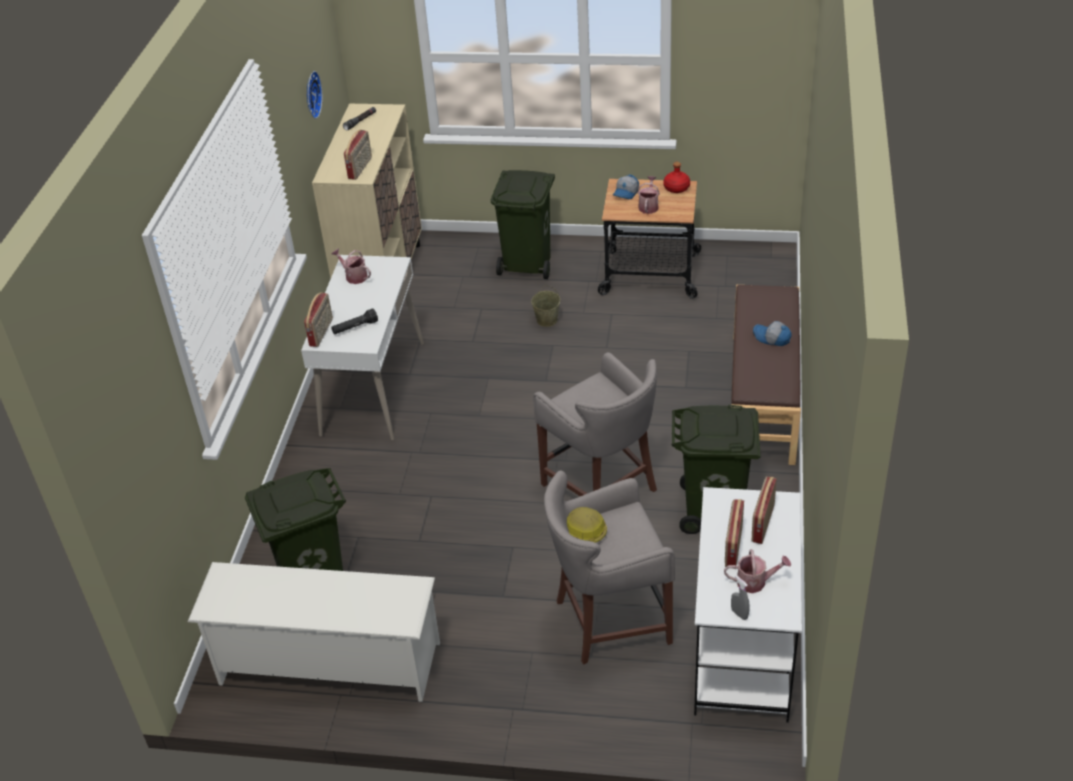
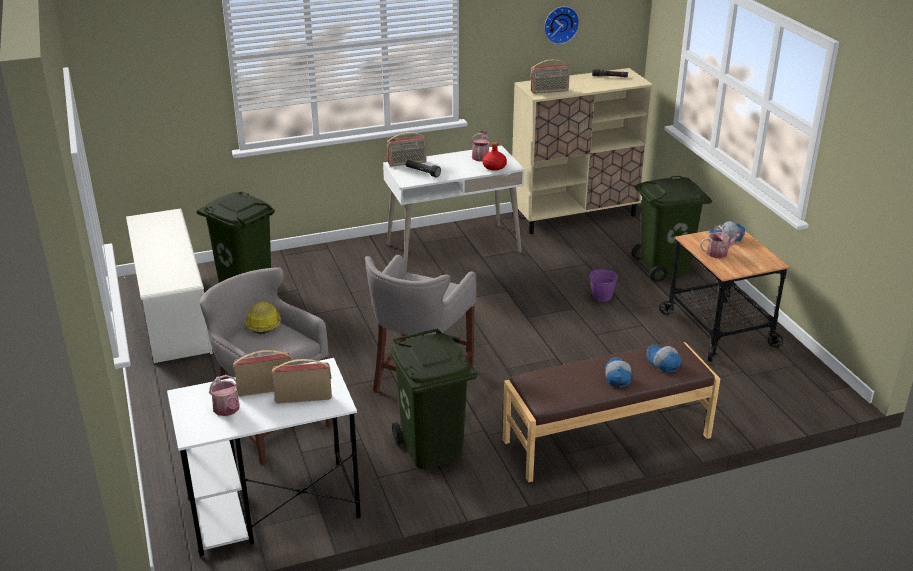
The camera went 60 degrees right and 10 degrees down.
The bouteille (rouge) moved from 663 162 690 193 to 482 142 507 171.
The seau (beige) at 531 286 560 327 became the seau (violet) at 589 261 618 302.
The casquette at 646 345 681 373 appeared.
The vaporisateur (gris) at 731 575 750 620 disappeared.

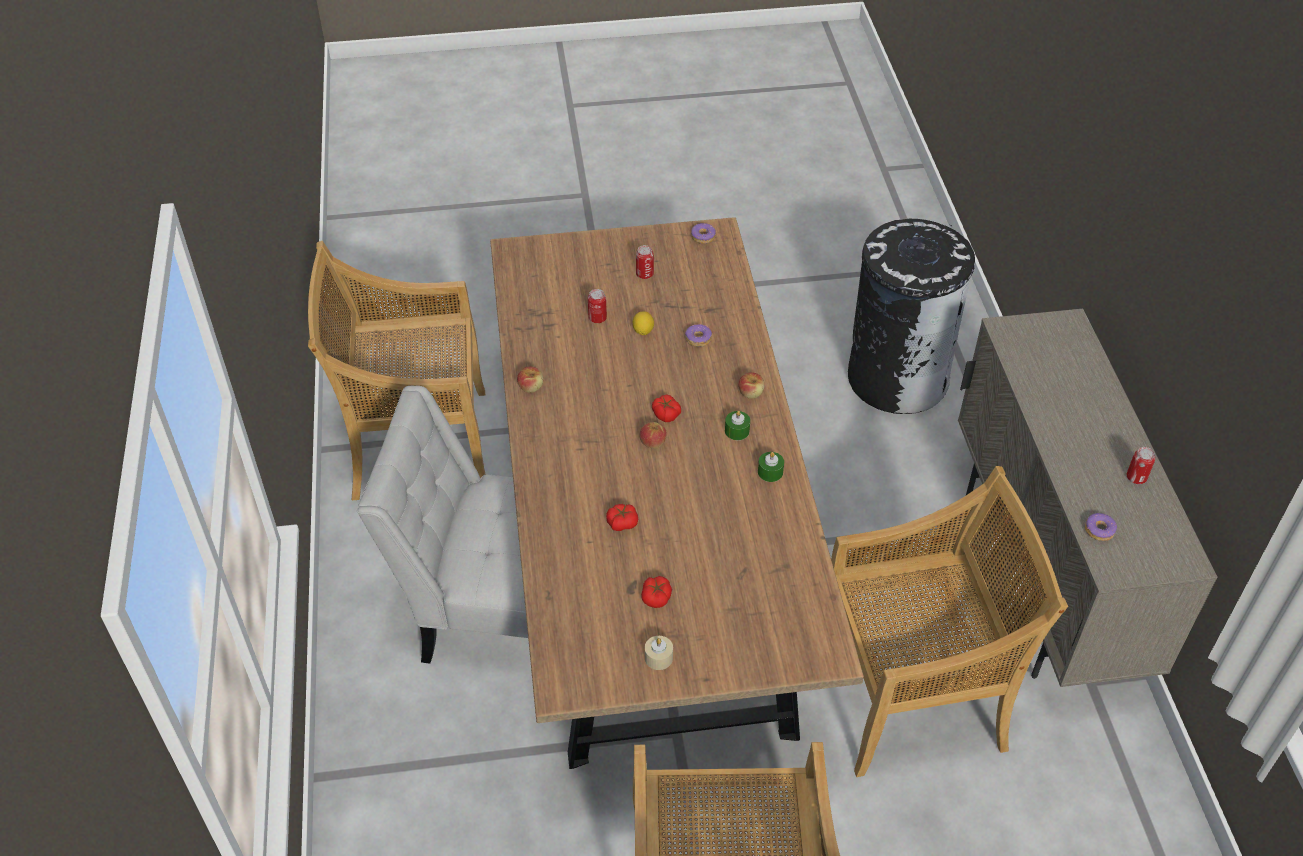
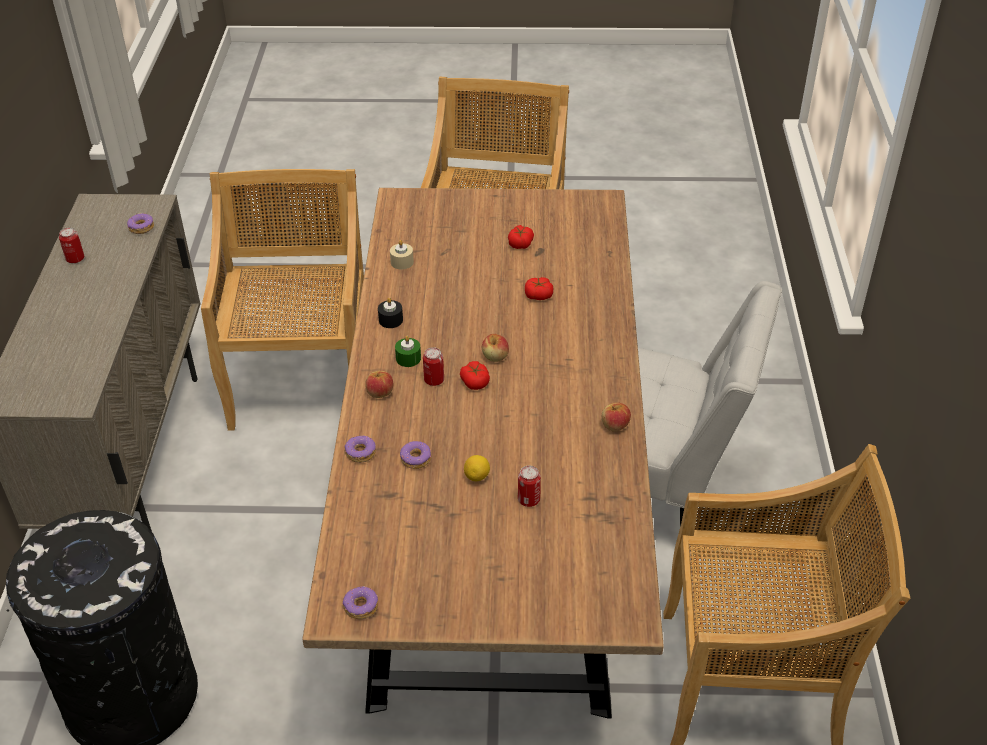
The camera went 170 degrees left and 5 degrees down.
The chaise (beige) at 831 466 1068 777 turned 90 degrees clockwise.
The beignet at 344 435 376 463 appeared.
The bougie (vert) at 758 452 784 482 became the bougie (noir) at 378 298 403 328.
The bougie (beige) moved from 645 636 673 670 to 390 240 414 270.
The boîte métallique moved from 636 245 654 279 to 423 347 444 386.

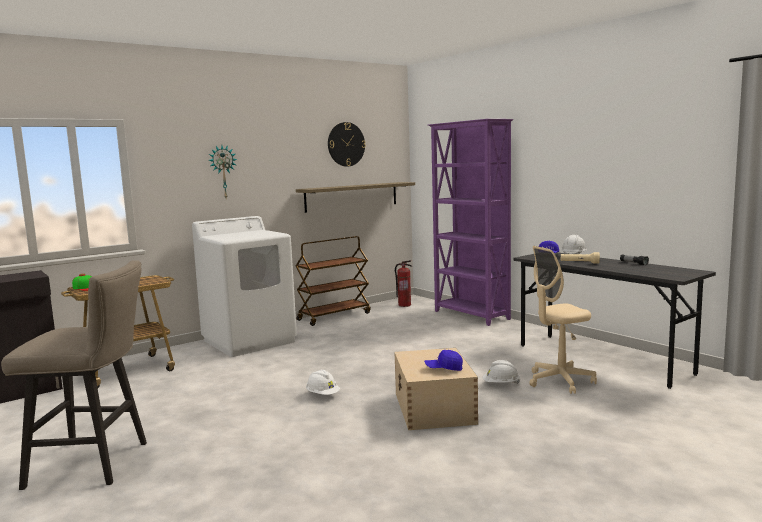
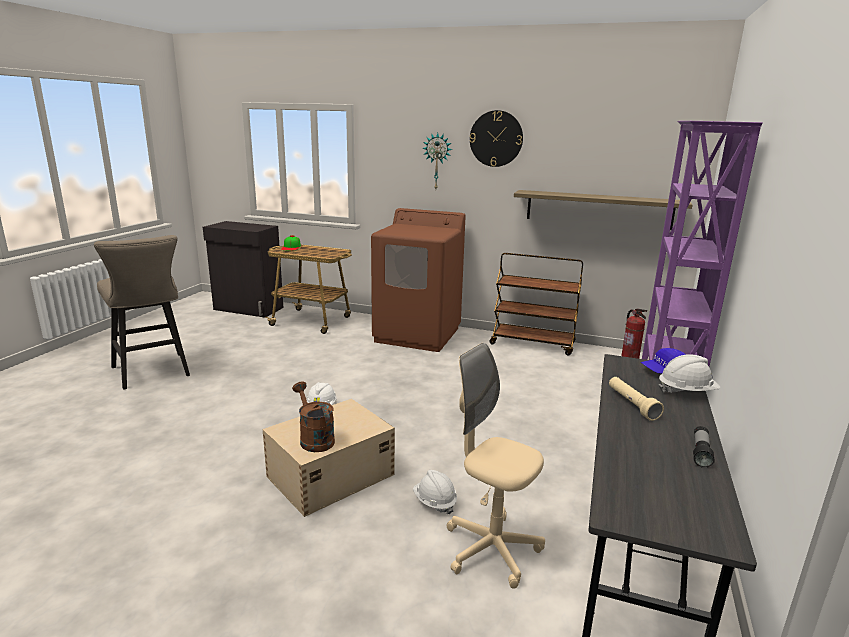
The camera went 55 degrees right and 10 degrees up.
The casquette (bleu) at 424 350 463 371 was replaced by the arrosoir (marron) at 292 382 335 452.
The lave-linge (blanc) at 192 216 297 357 became the lave-linge (marron) at 371 208 466 352.
The horloge murale moved from 328 122 366 167 to 470 110 523 167.

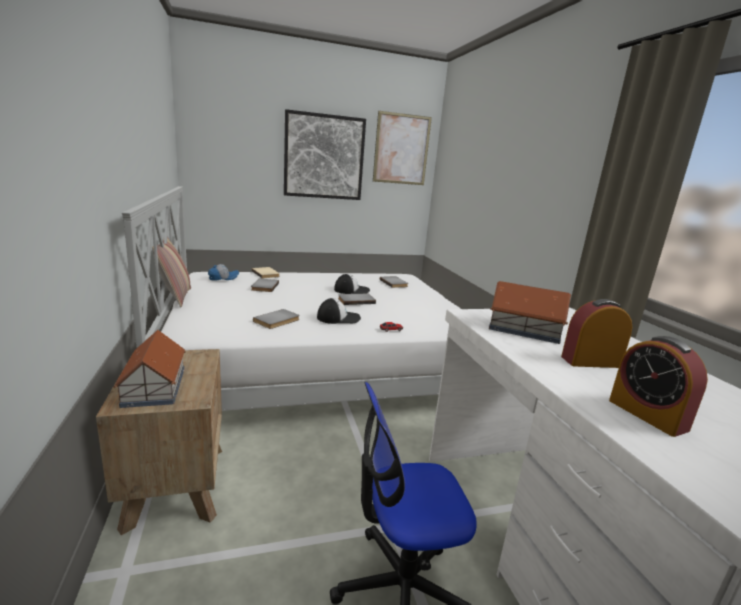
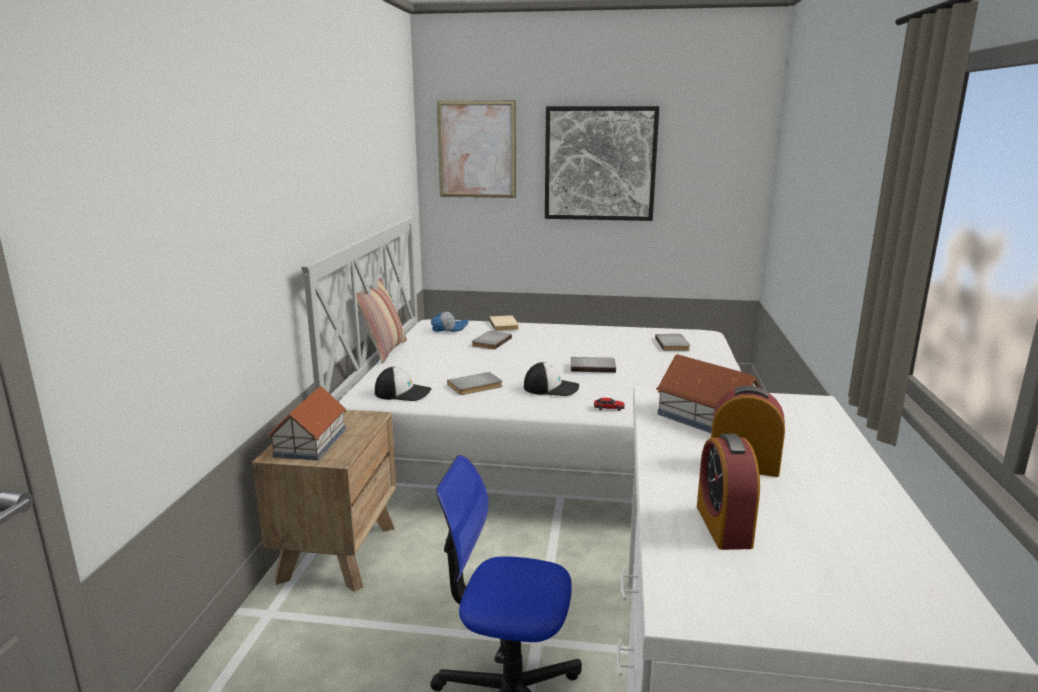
The camera went 25 degrees right and 0 degrees up.
The casquette moved from 334 274 370 294 to 375 367 432 401.
The tableau moved from 373 111 432 185 to 437 101 516 198.

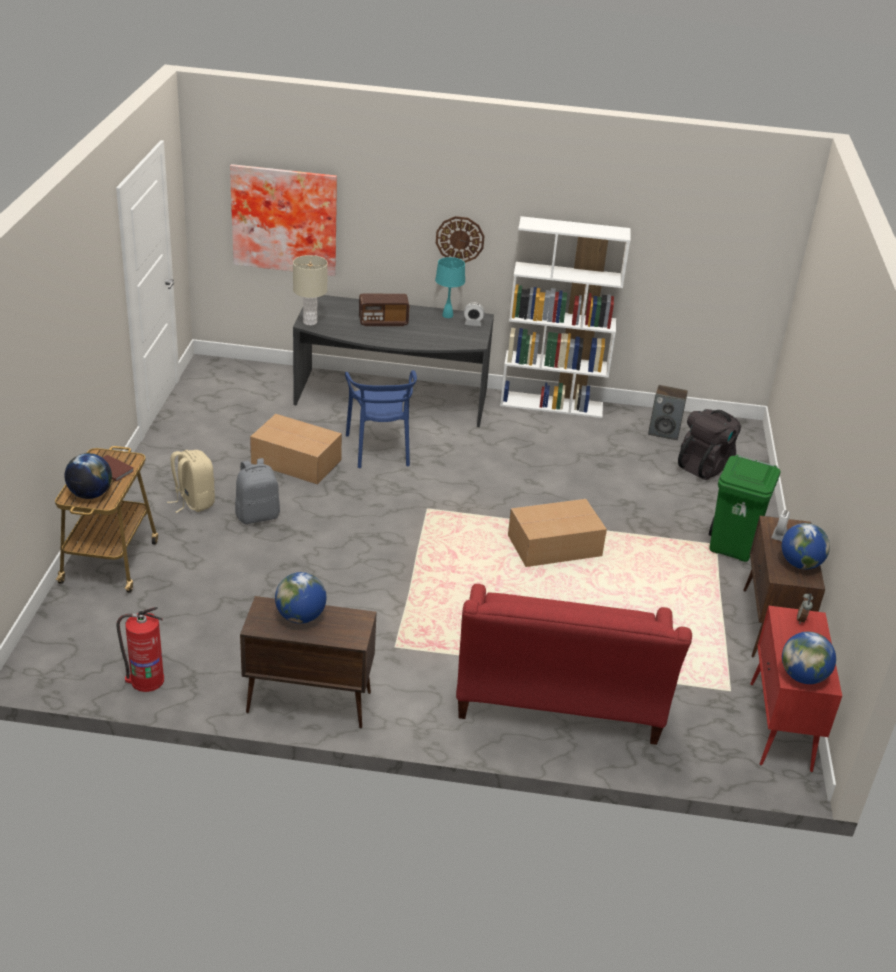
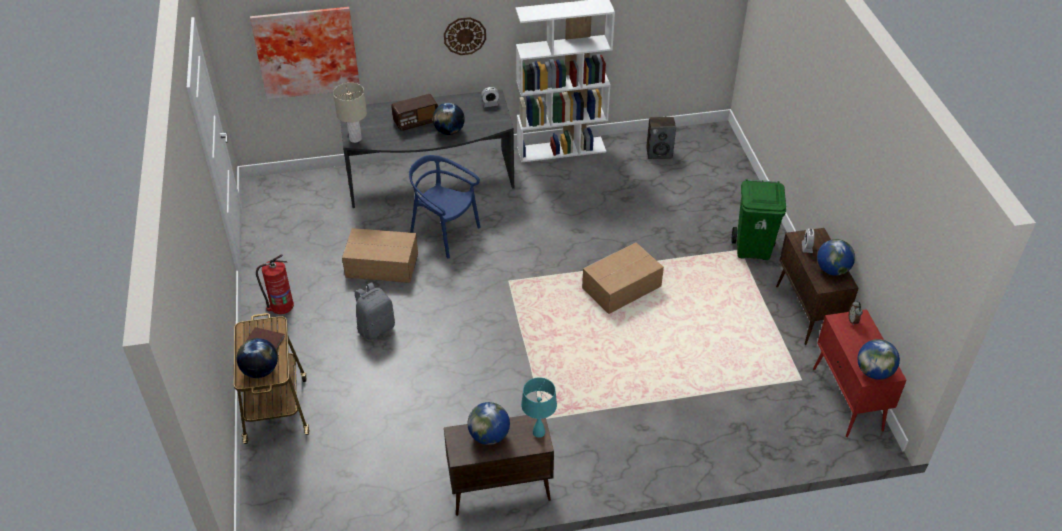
The camera went 15 degrees left and 10 degrees up.
The extincteur moved from 117 607 164 692 to 256 254 294 314.
The chaise (bleu) at 345 370 417 468 turned 150 degrees clockwise.
The globe at 433 103 465 135 appeared.
The lampe de table (turquoise) moved from 435 257 465 318 to 521 377 557 438.
The sac à dos (beige) at 167 450 215 513 disappeared.
The canapé (rouge) at 456 584 692 745 disappeared.
The sac à dos (noir) at 678 409 741 480 disappeared.

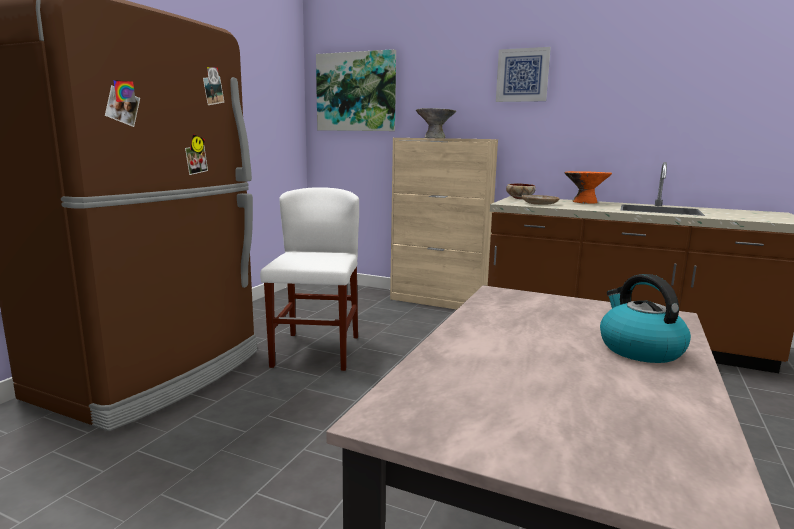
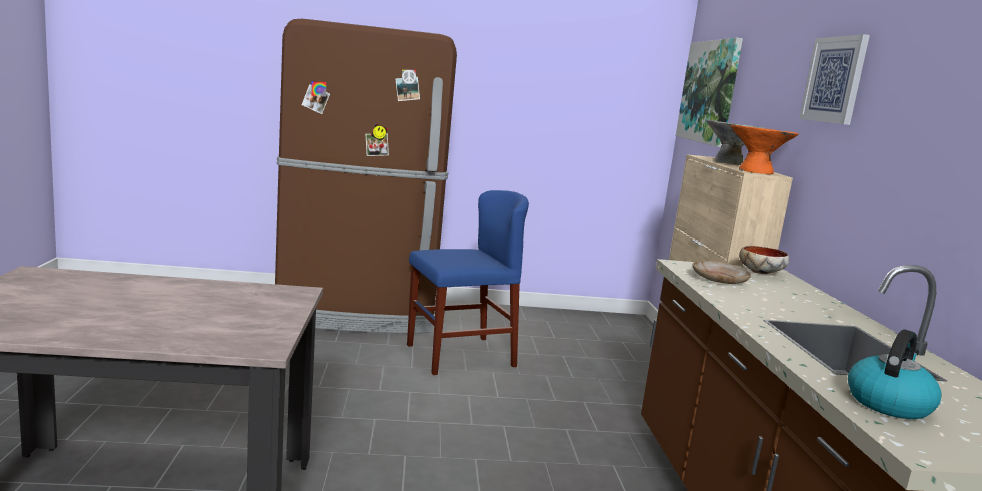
The camera went 60 degrees right and 0 degrees up.
The chaise (blanc) at 260 187 359 371 became the chaise (bleu) at 407 190 529 375.
The bol (orange) moved from 564 171 612 204 to 730 125 799 174.
The bouilloire moved from 600 274 691 363 to 848 329 942 419.

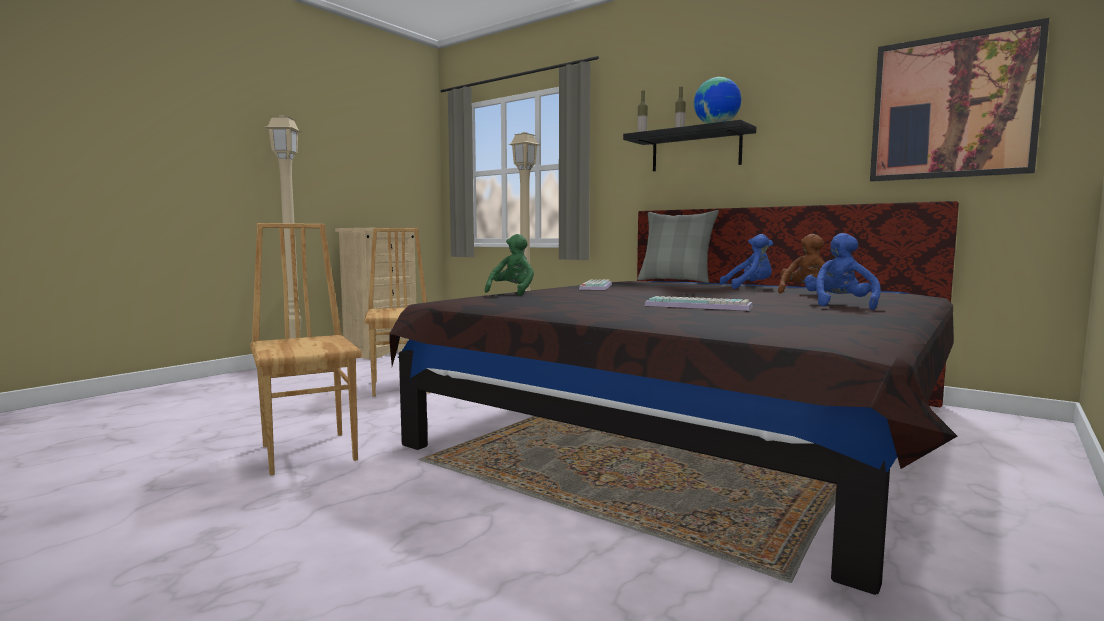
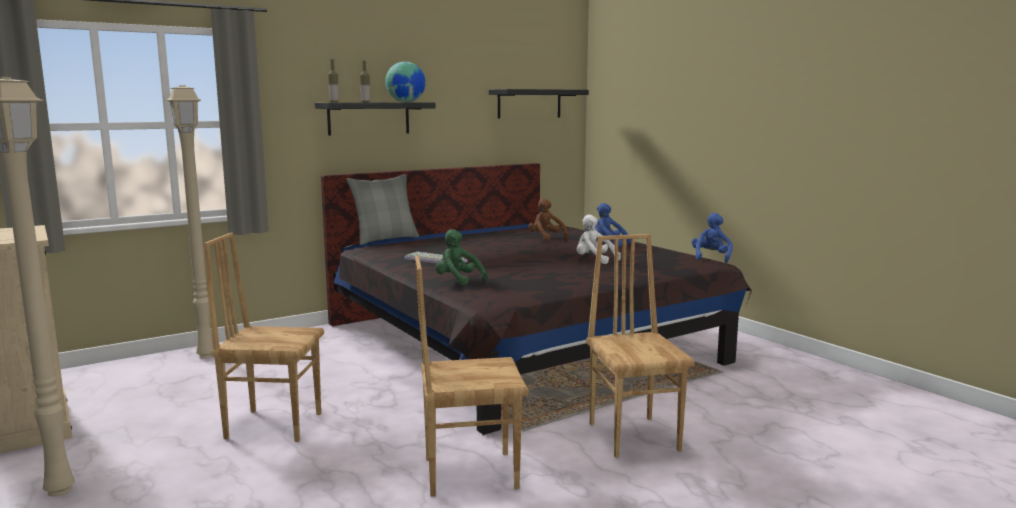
The camera went 70 degrees left and 5 degrees up.
The tableau at 870 18 1049 182 was replaced by the étagère (noir) at 489 89 589 118.
The clavier at 645 296 753 311 was replaced by the peluche (blanc) at 577 214 621 264.
The chaise (marron) at 586 234 694 458 appeared.
The peluche (bleu) moved from 720 234 773 289 to 692 213 733 263.

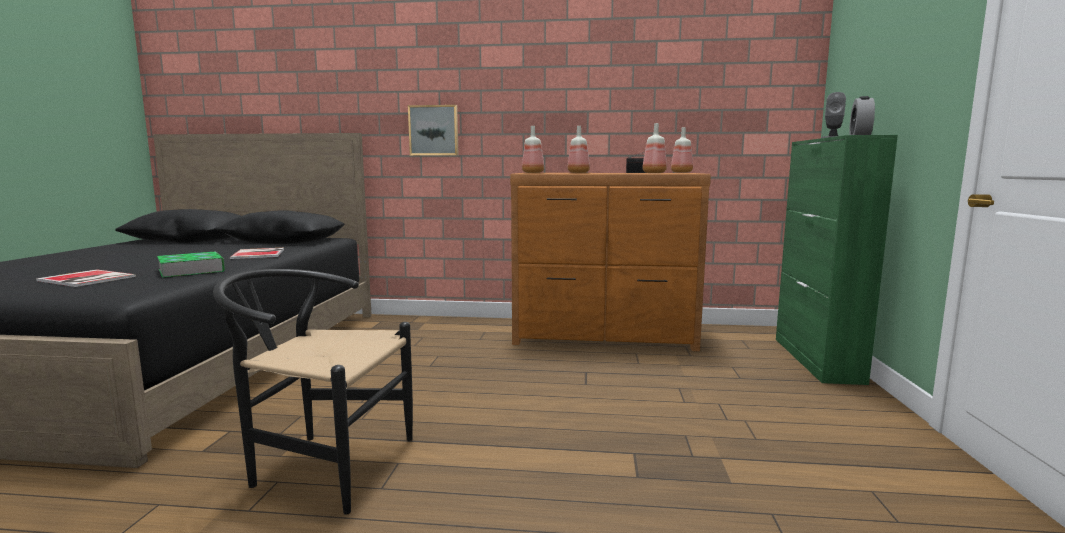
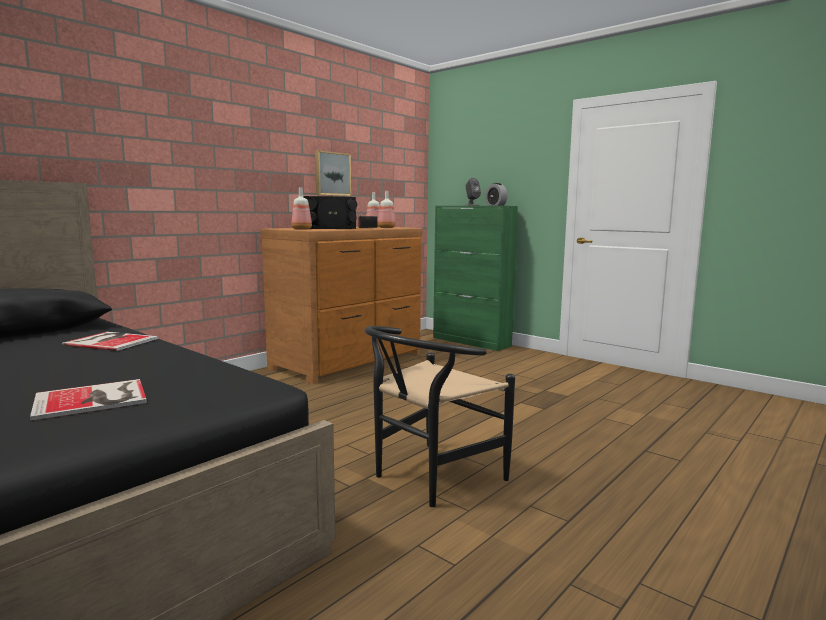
The camera went 55 degrees left and 0 degrees up.
The bouteille at 567 126 590 173 was replaced by the enceinte (noir) at 303 196 357 229.
The tableau moved from 408 105 458 156 to 315 150 351 196.
The livre at 157 252 225 278 disappeared.

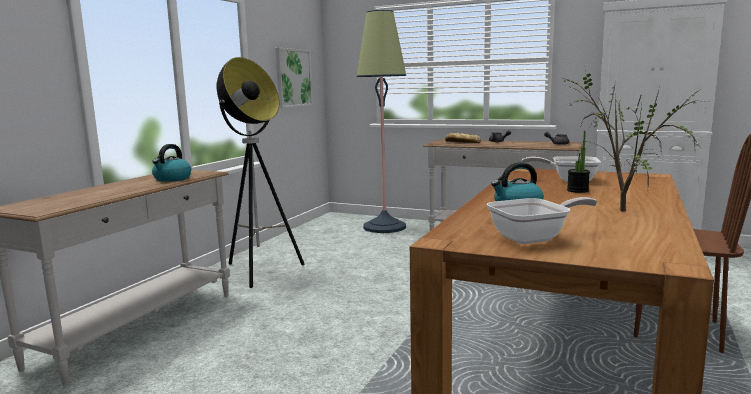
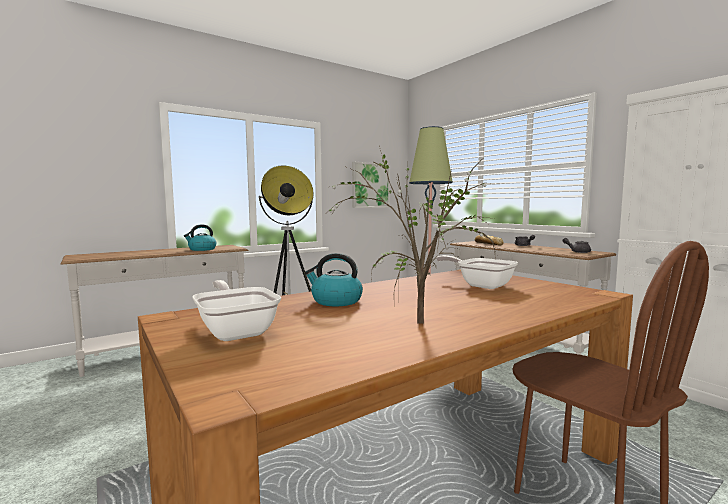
The camera went 30 degrees right and 5 degrees down.
The poêle at 487 197 598 244 turned 135 degrees counterclockwise.
The plante en pot at 567 131 590 193 disappeared.

